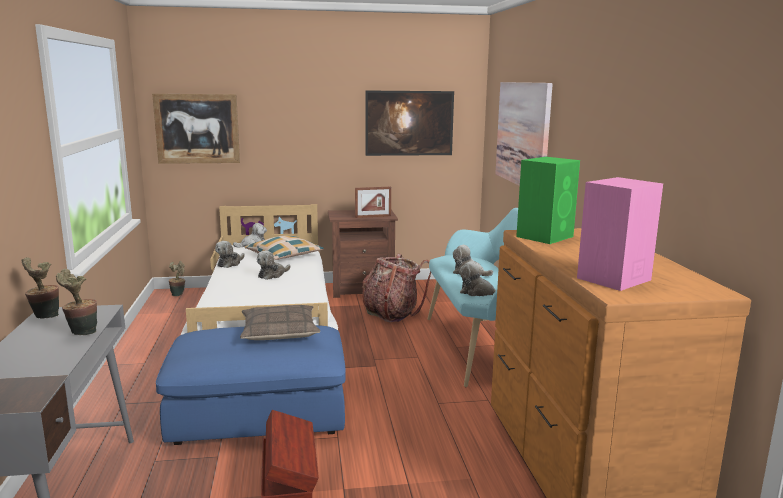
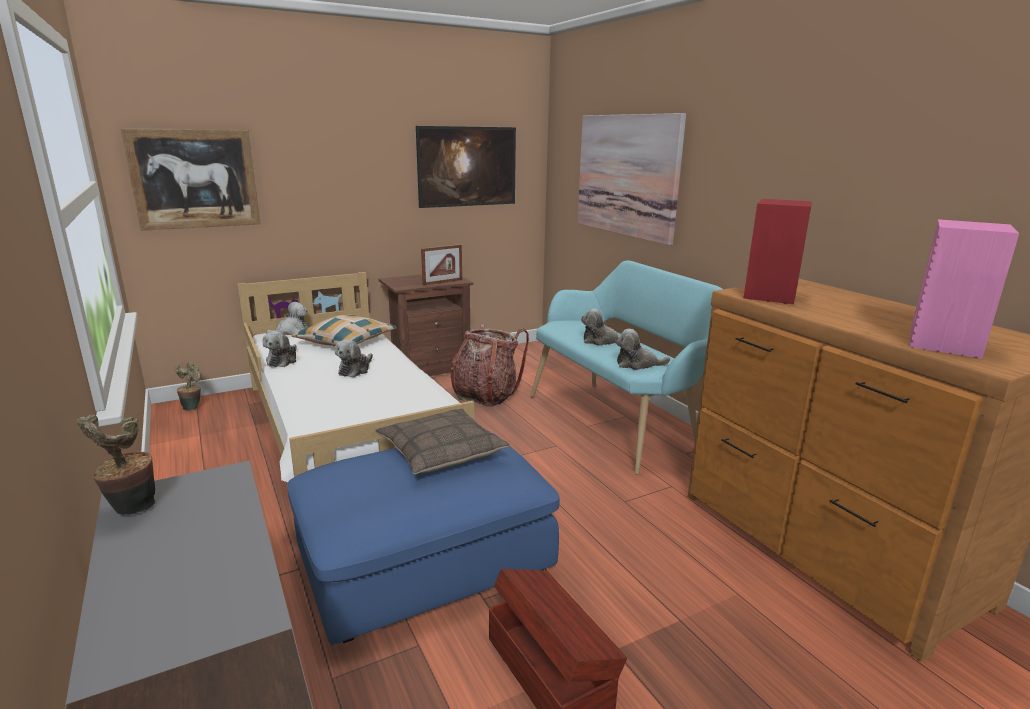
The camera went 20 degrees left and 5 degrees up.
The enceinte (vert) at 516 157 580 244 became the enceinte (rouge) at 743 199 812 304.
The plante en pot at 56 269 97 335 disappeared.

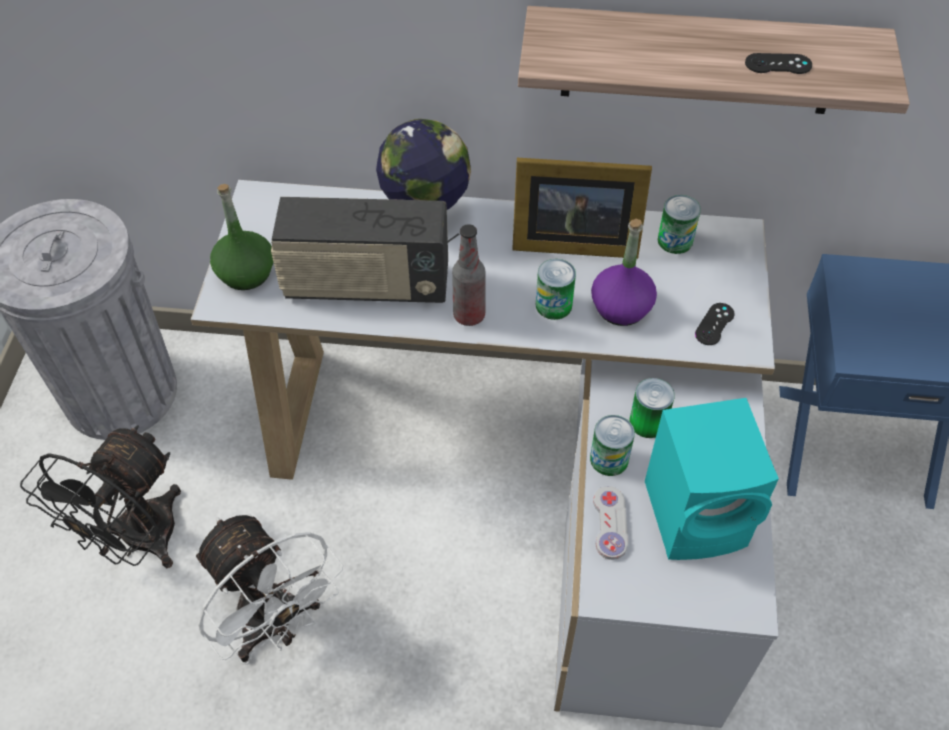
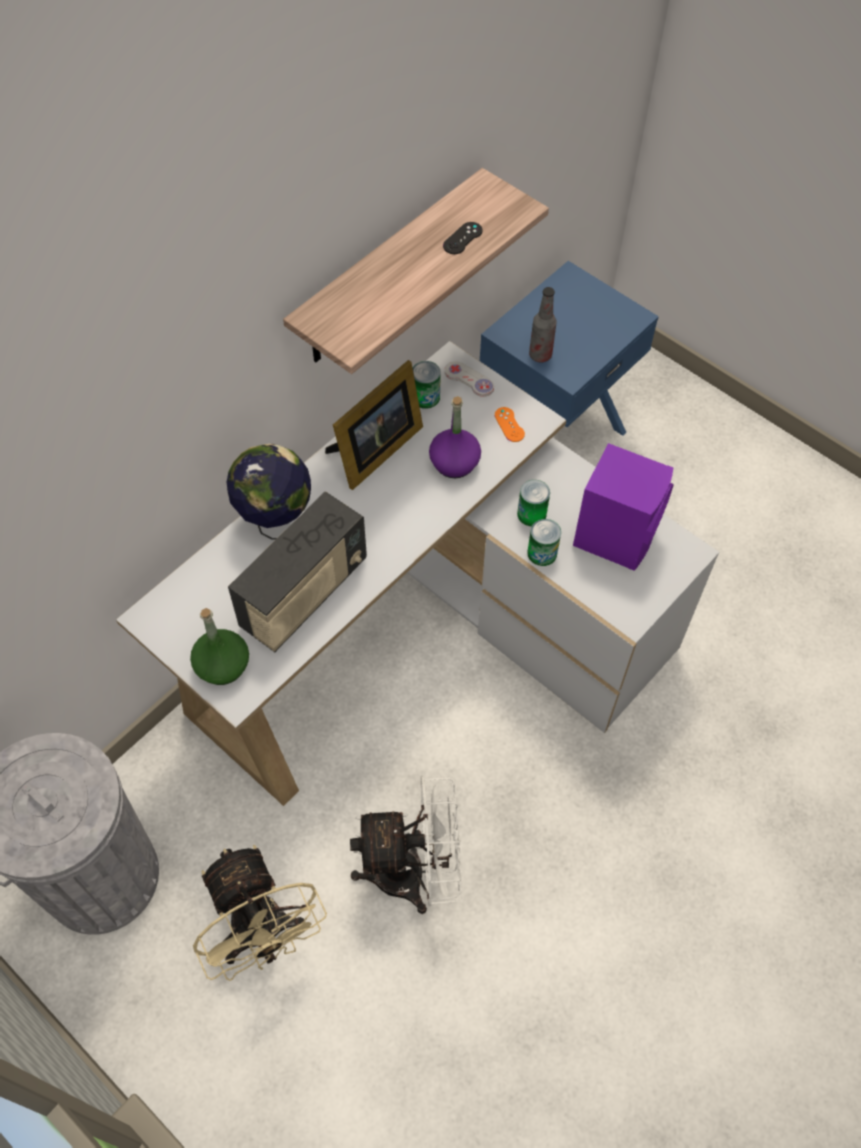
The camera went 55 degrees left and 5 degrees up.
The ventilateur (noir) at 20 425 181 568 became the ventilateur (beige) at 193 845 327 981.
The manette (blanc) moved from 593 486 628 560 to 445 361 494 397.
The manette (noir) at 695 303 735 345 became the manette (orange) at 495 407 525 442.
The bouteille moved from 452 224 485 326 to 529 287 557 362.
The enceinte (turquoise) at 645 398 779 560 became the enceinte (violet) at 573 443 674 571.
The boîte métallique at 536 259 576 320 disappeared.

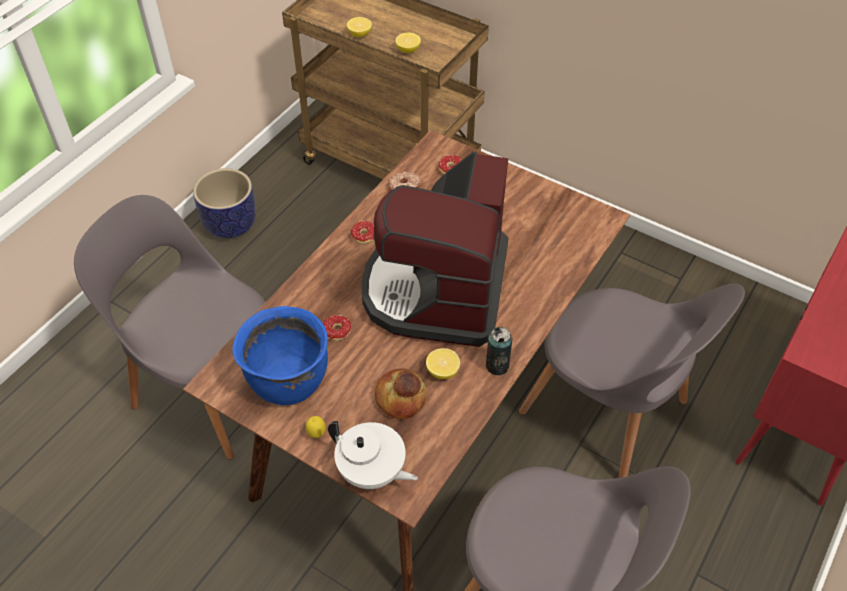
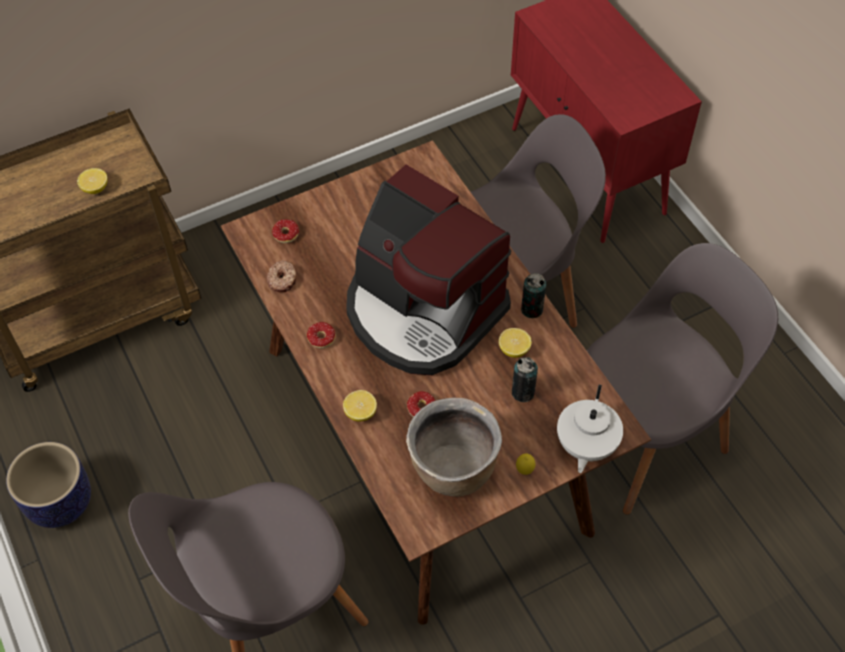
The camera went 60 degrees left and 5 degrees up.
The citron moved from 347 17 372 37 to 343 390 377 422.
The marmite (bleu) at 232 306 328 405 became the marmite (marron) at 406 398 502 497.
The pain at 375 369 427 419 was replaced by the boîte métallique at 512 357 538 402.
The théière (blanc) at 328 421 418 489 turned 135 degrees clockwise.

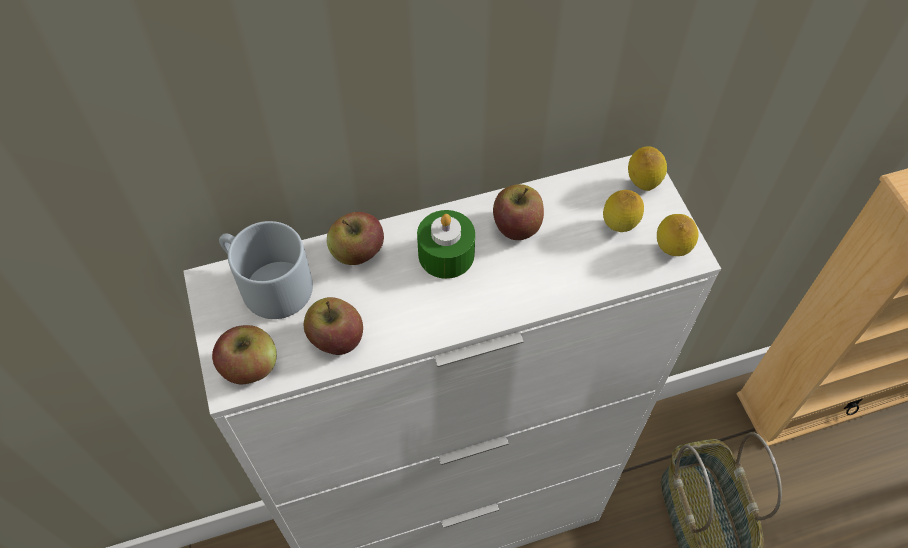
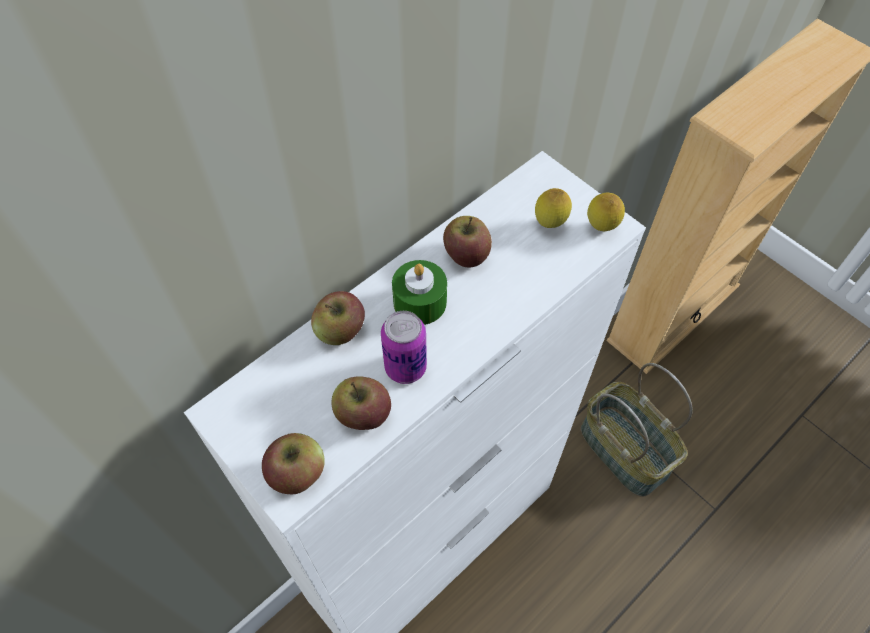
The camera went 25 degrees left and 0 degrees up.
The boîte métallique at 381 311 427 384 appeared.
The mug (gris) at 219 221 313 319 disappeared.
The citron at 628 147 667 191 disappeared.

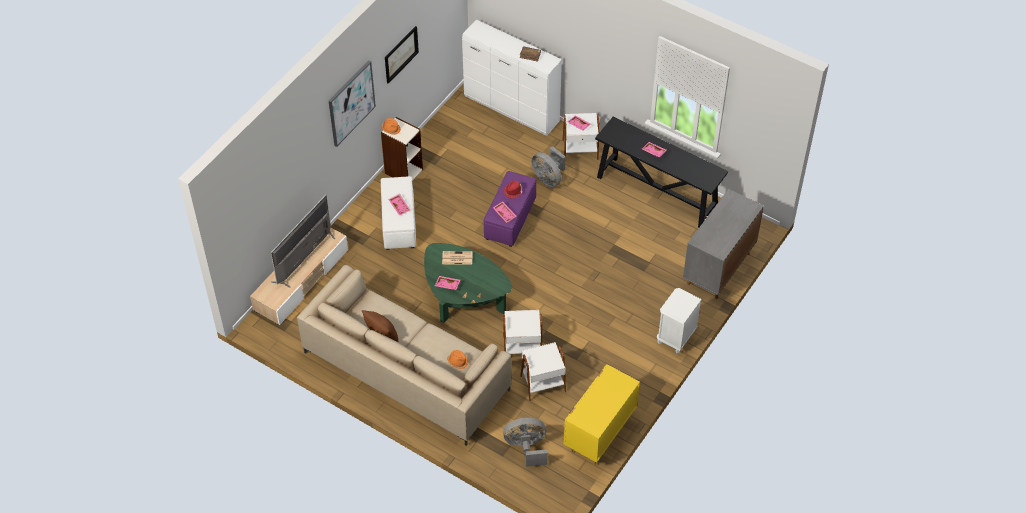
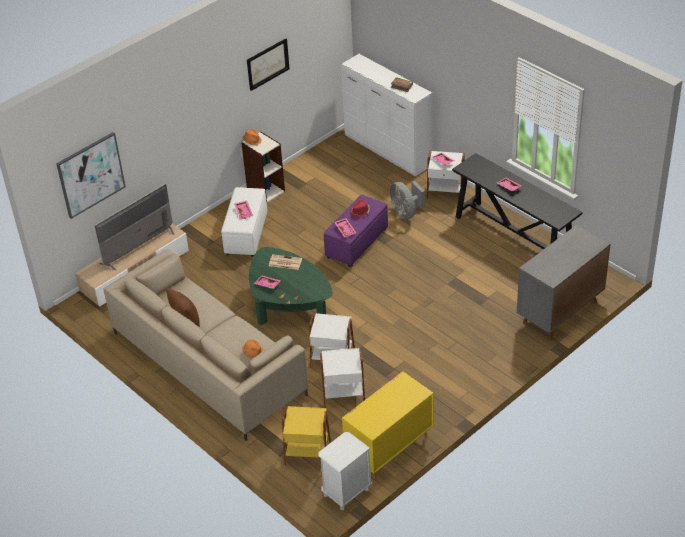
The camera went 15 degrees right and 10 degrees down.
The tableau moved from 329 60 376 147 to 56 132 126 219.
The ventilateur (gris) at 503 418 548 467 was replaced by the table d'appoint (jaune) at 282 406 331 466.
The table de chevet (blanc) moved from 657 288 702 353 to 318 432 372 510.

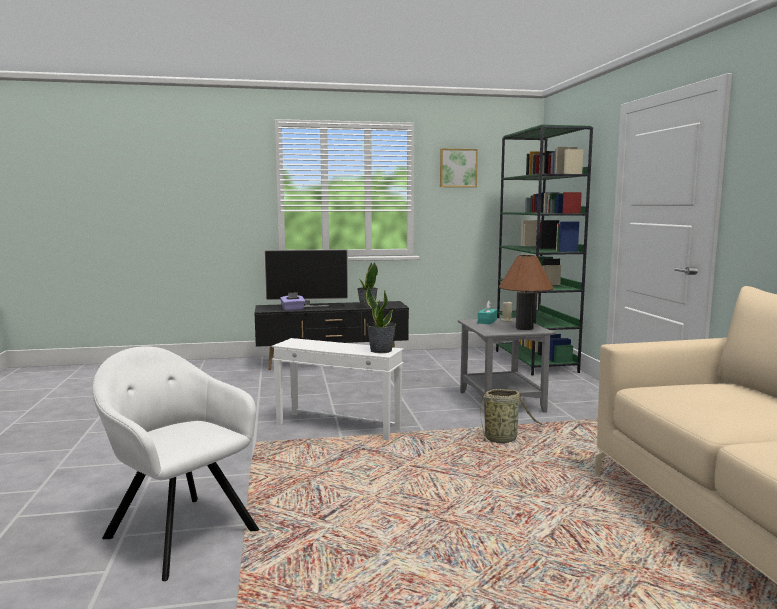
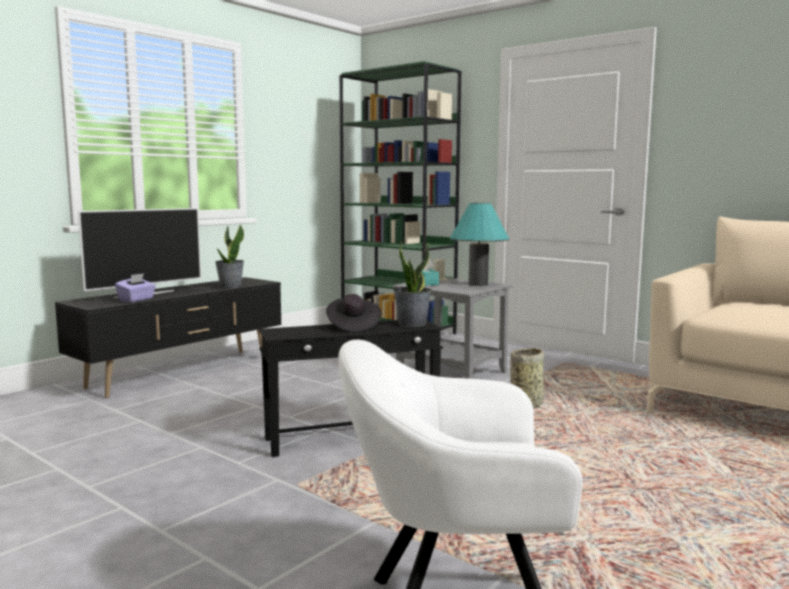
The camera went 40 degrees left and 0 degrees up.
The table d'appoint (blanc) at 272 338 404 441 became the table d'appoint (noir) at 259 320 443 457.
The chapeau (noir) at 326 294 381 333 appeared.
The lampe de table (marron) at 499 255 554 330 became the lampe de table (turquoise) at 450 203 509 286.
The tableau at 440 148 478 187 disappeared.

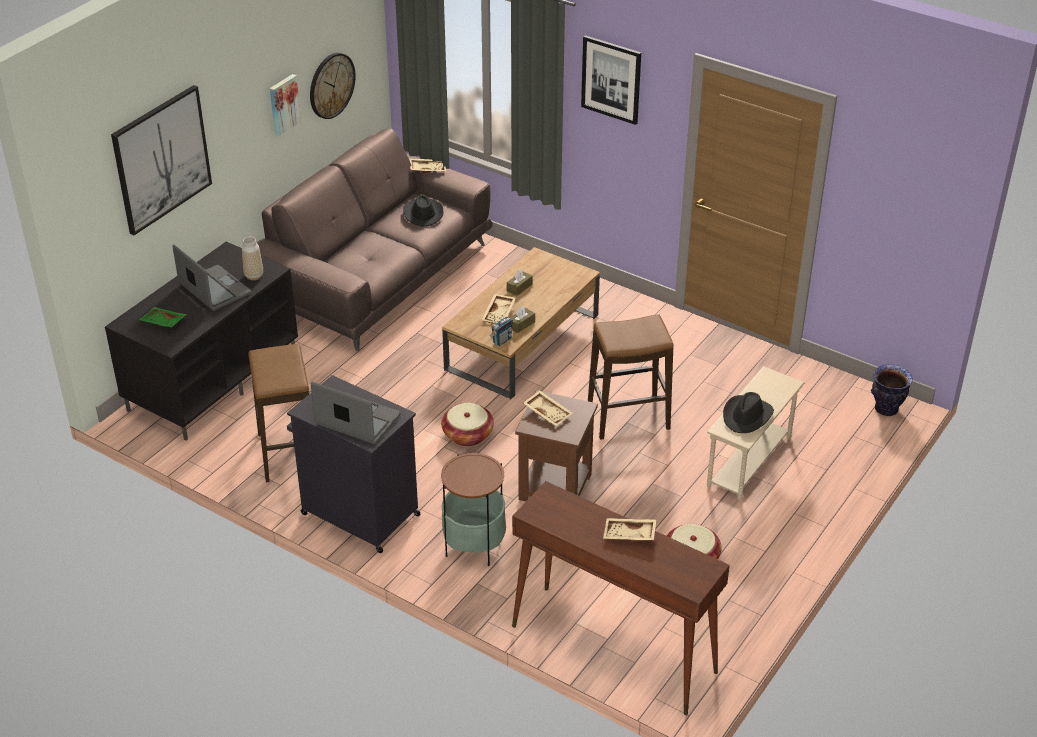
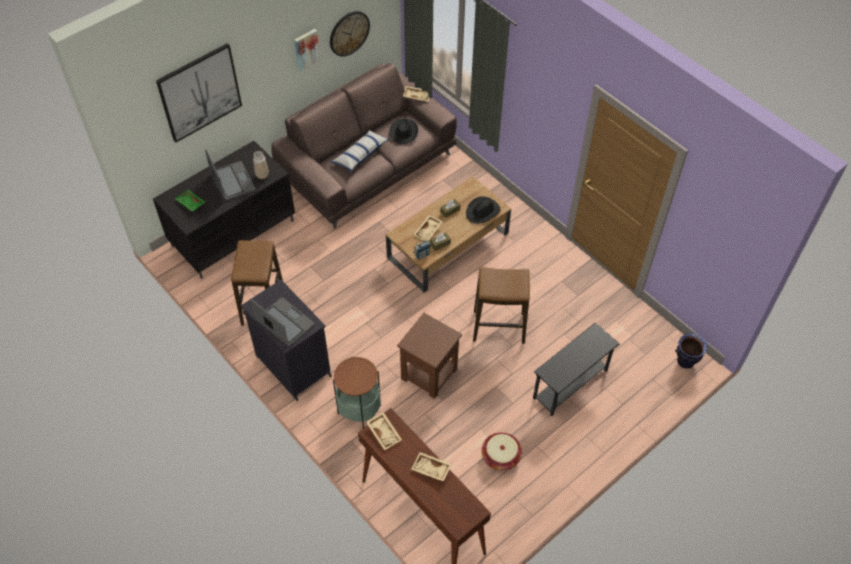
The camera went 15 degrees right and 15 degrees up.
The coussin at 331 130 389 172 appeared.
The plateau (beige) moved from 523 390 573 426 to 366 412 402 450.
The chapeau (noir) moved from 723 392 774 433 to 466 196 501 224.
The table d'appoint (beige) at 707 367 804 501 became the table d'appoint (noir) at 533 323 620 416.
The panier at 441 403 494 446 disappeared.
The tableau at 581 35 641 125 disappeared.

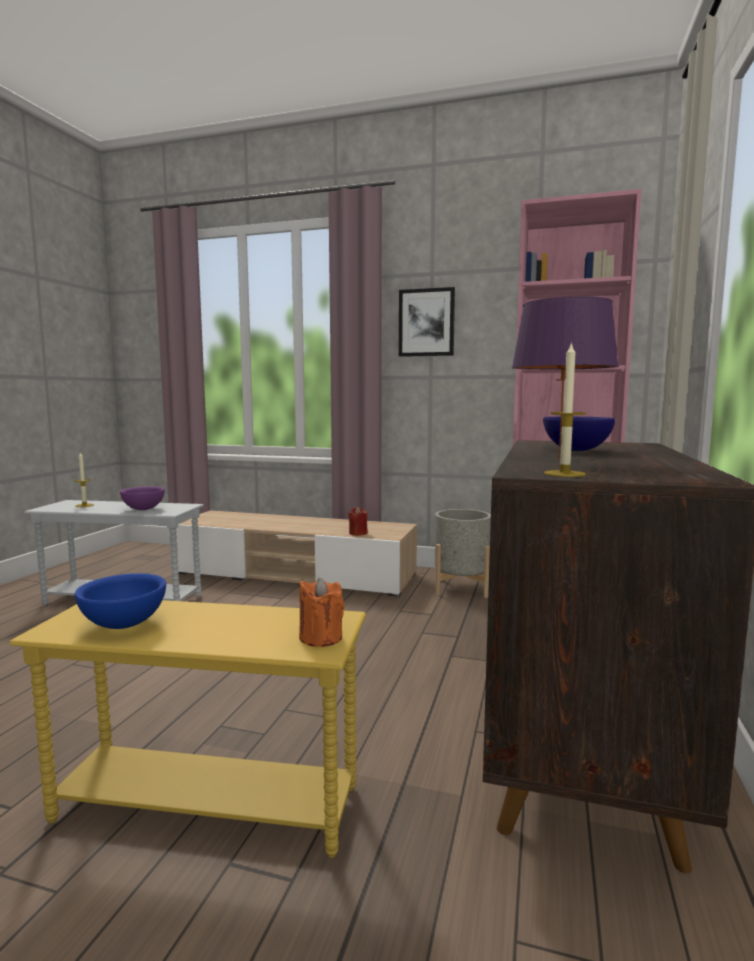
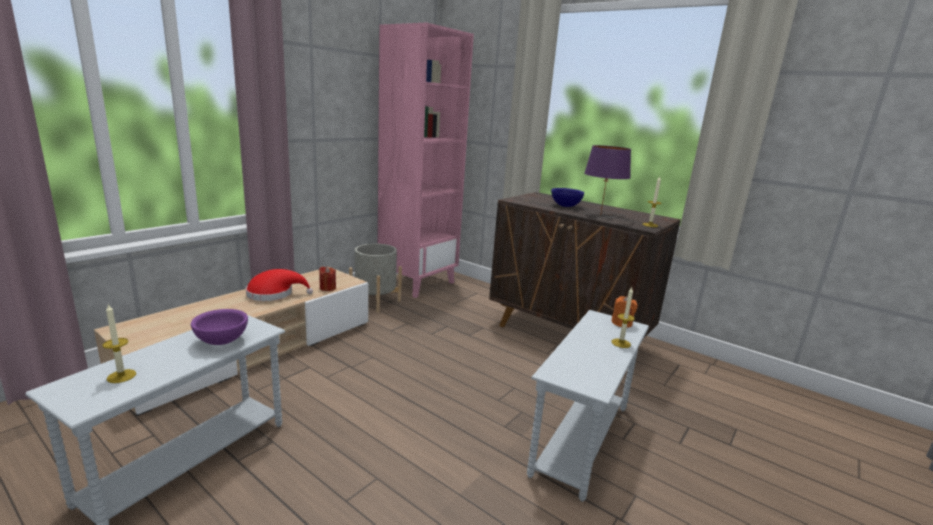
The camera went 70 degrees left and 10 degrees up.
The chapeau (rouge) at 246 269 313 301 appeared.
The table d'appoint (jaune) at 10 600 366 858 became the table d'appoint (blanc) at 527 310 649 501.
The bougie at 611 287 634 348 appeared.
The bol (bleu) at 74 573 166 629 disappeared.
The tableau at 399 287 455 357 disappeared.

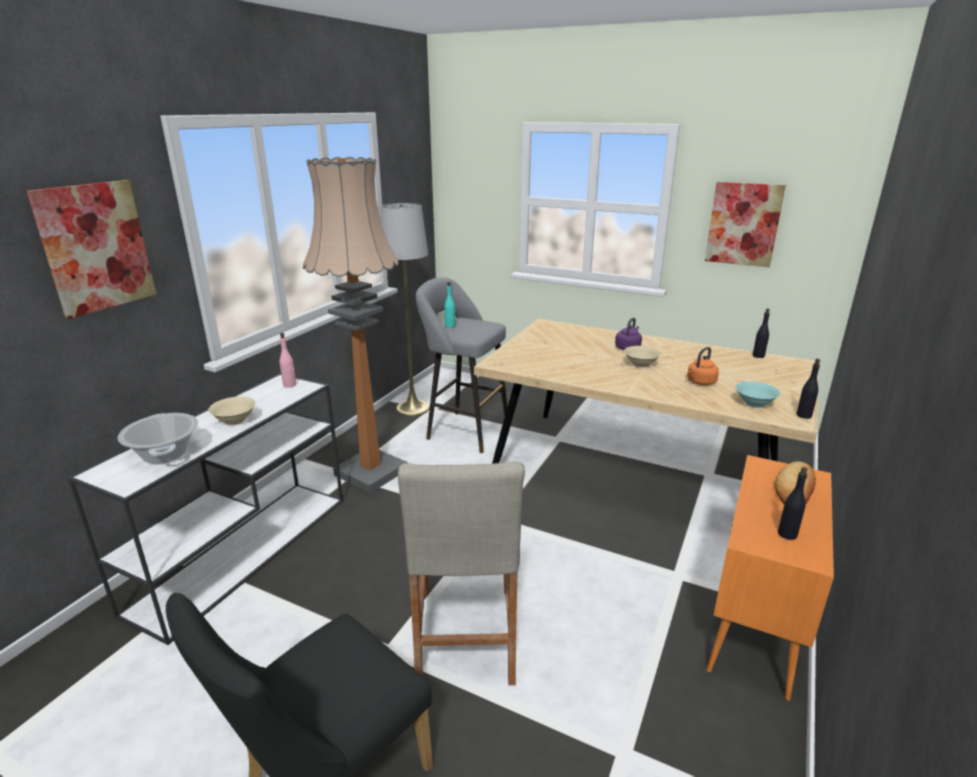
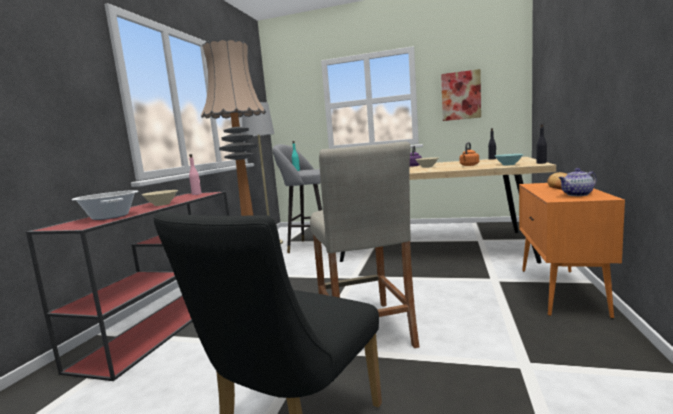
The camera went 10 degrees left and 15 degrees down.
The table console (blanc) at 68 373 343 645 became the table console (rouge) at 26 191 229 381.
The bouteille (noir) at 778 467 807 540 was replaced by the théière at 559 168 597 196.
The tableau at 27 180 156 319 disappeared.

